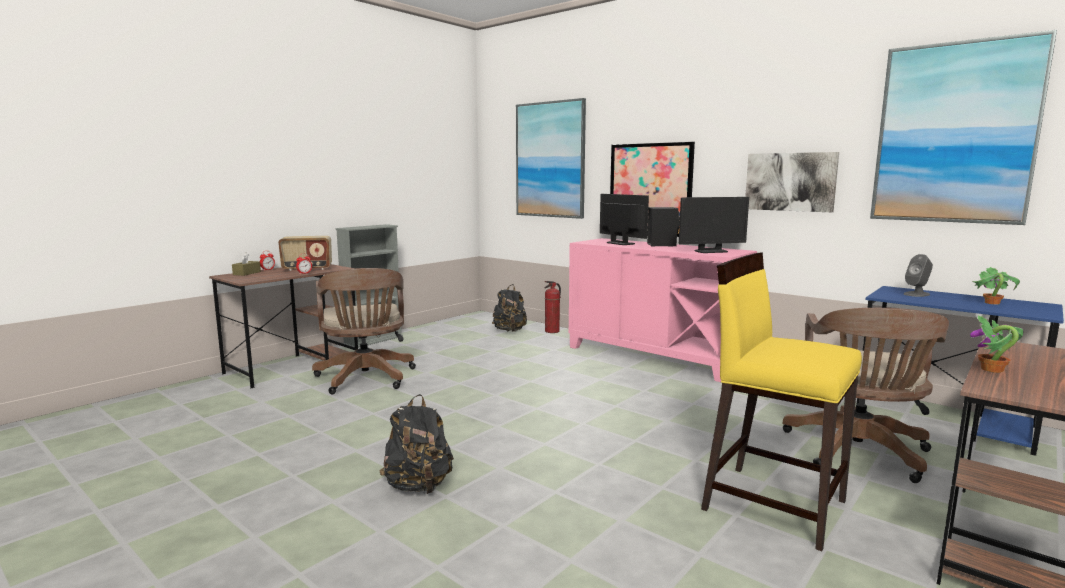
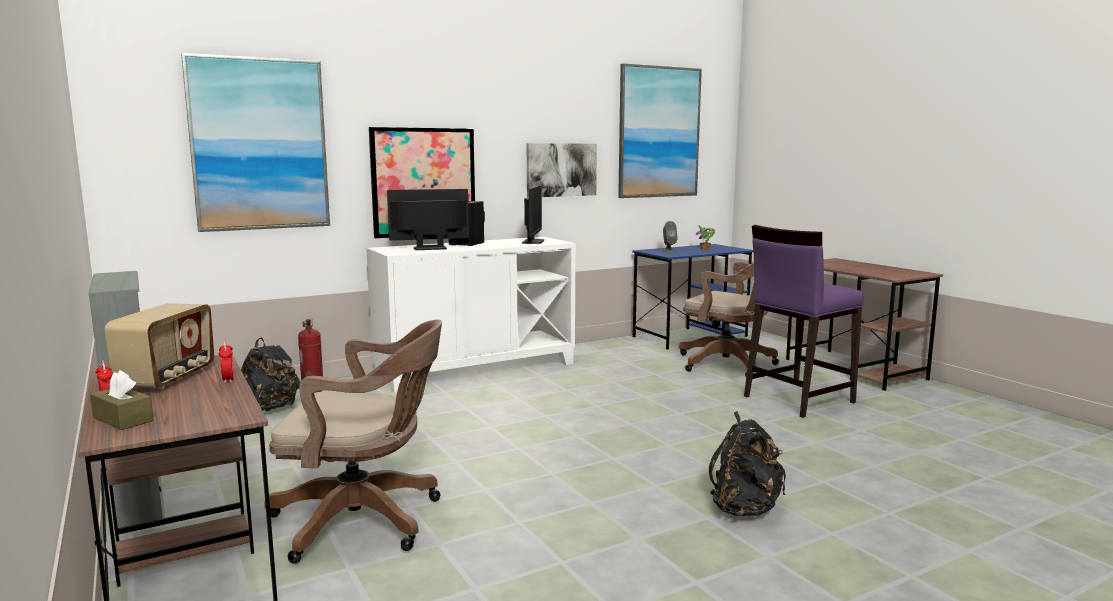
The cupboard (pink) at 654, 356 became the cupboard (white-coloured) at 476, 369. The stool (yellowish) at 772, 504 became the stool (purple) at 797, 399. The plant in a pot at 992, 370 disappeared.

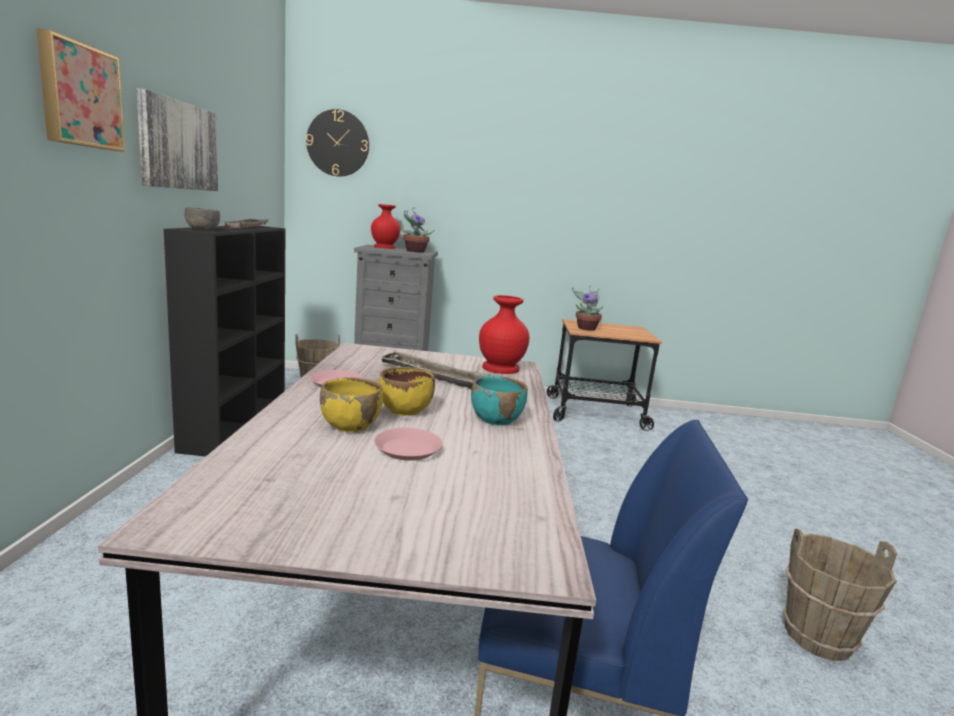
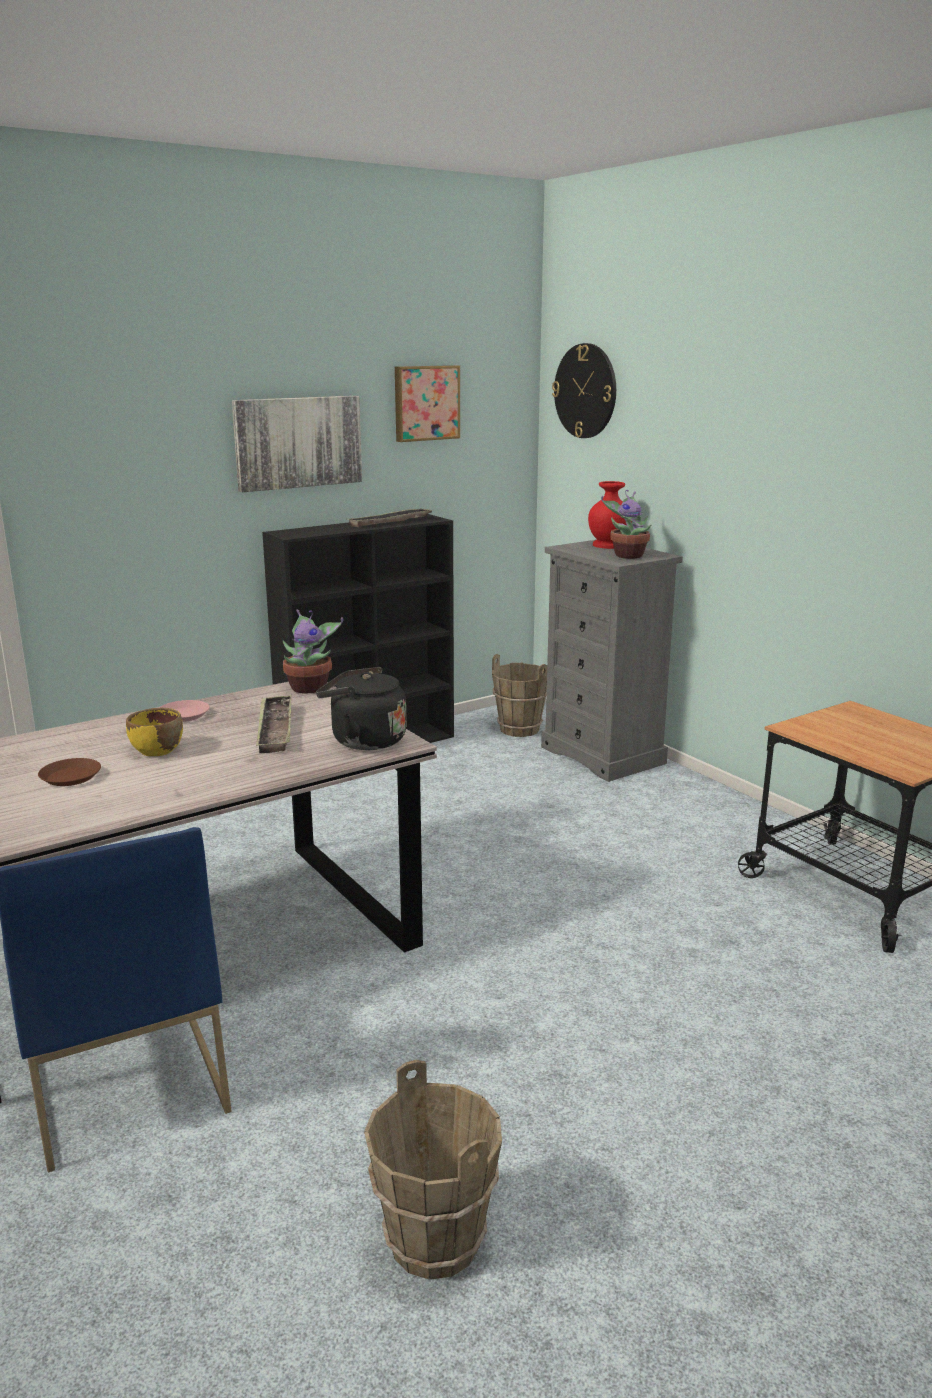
The picture moved from 79, 95 to 425, 403. The deep dish (greyish) at 203, 229 disappeared. The deep dish (yellowish) at 350, 425 disappeared. The flat dish (pink) at 408, 449 became the flat dish (brown) at 71, 777. The deep dish (blue-green) at 496, 419 disappeared. The flower vase (red-coloured) at 499, 368 was replaced by the tea kettle (blackish) at 363, 740. The plant in a pot moved from 586, 328 to 310, 688.

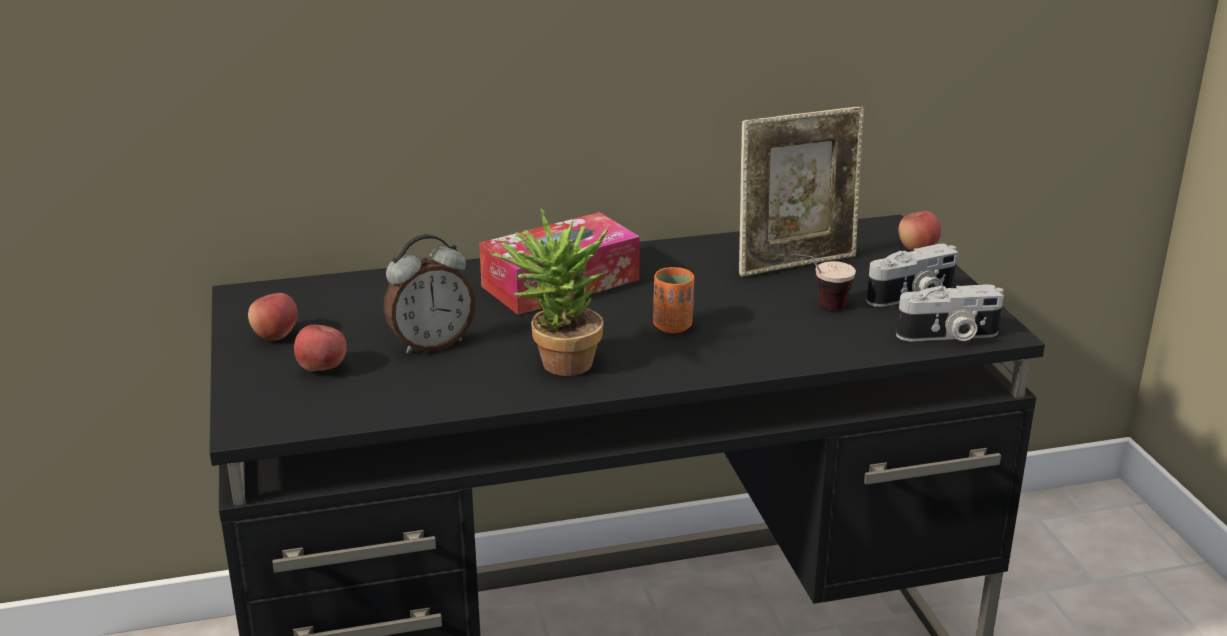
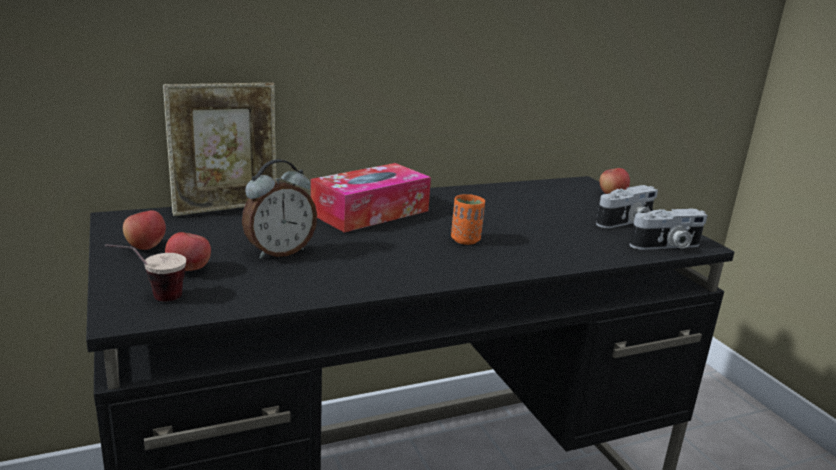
The plant in a pot at 556, 364 disappeared. The picture frame moved from 796, 263 to 226, 208. The cup moved from 818, 308 to 151, 299.

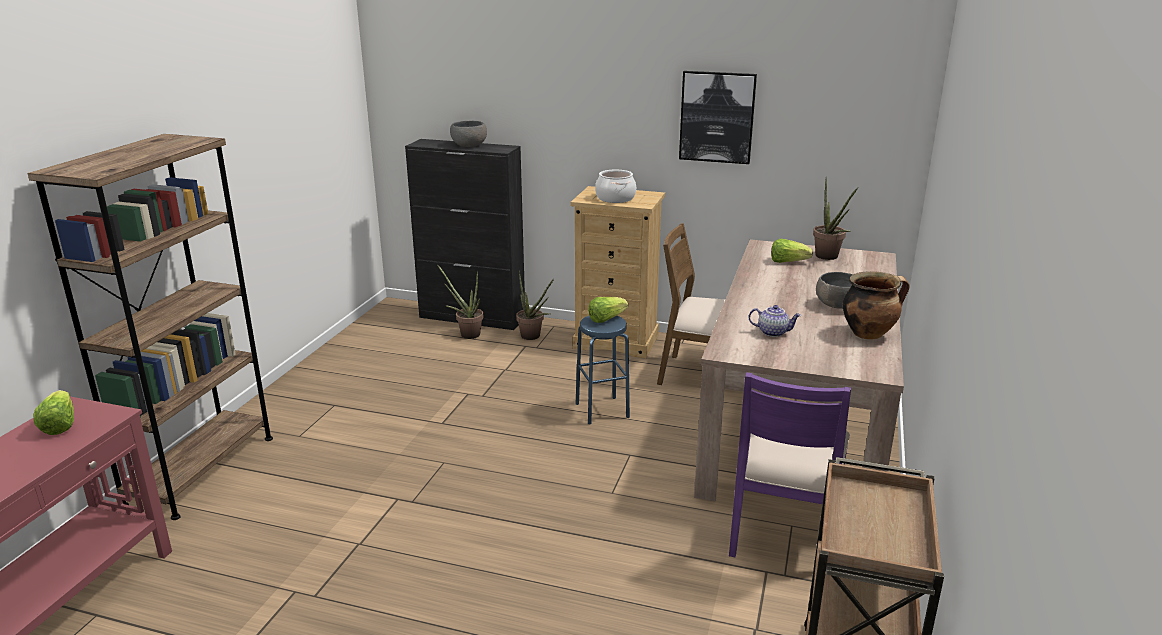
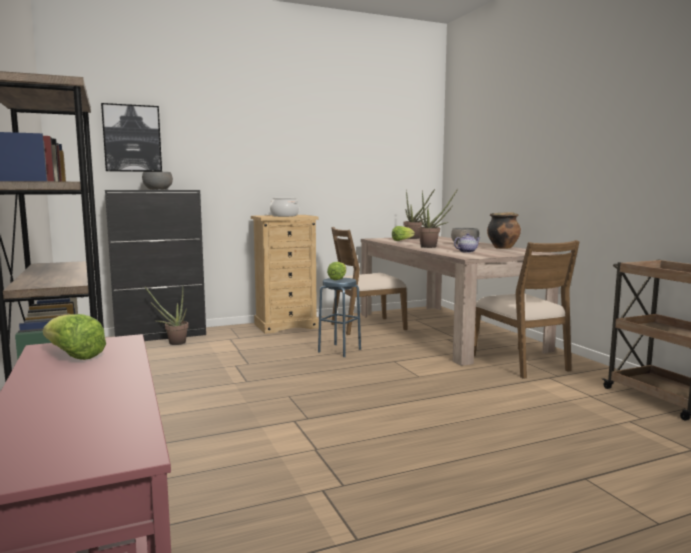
The plant in a pot moved from 533, 337 to 432, 247. The picture moved from 717, 117 to 132, 138. The plain chair (purple) at 782, 527 became the plain chair (brown) at 520, 362.

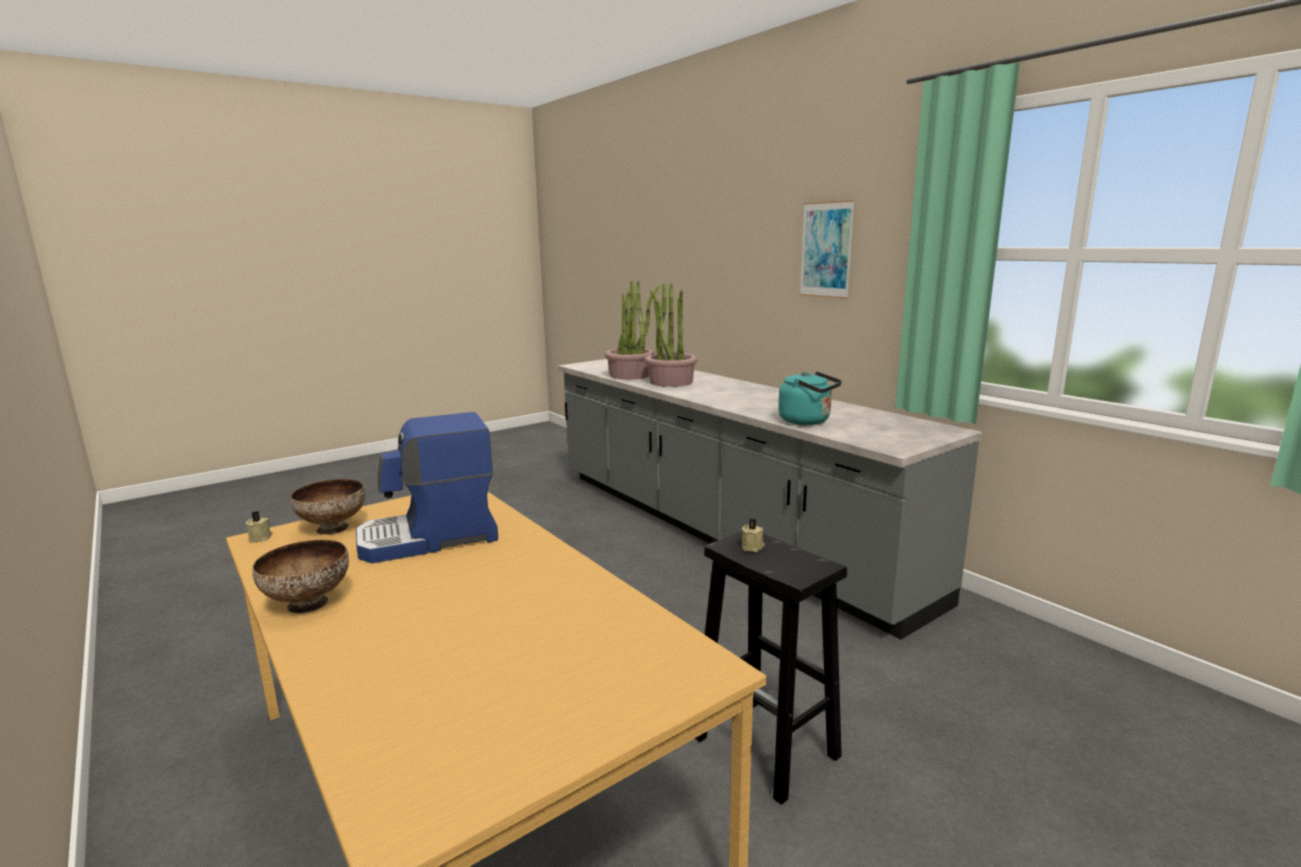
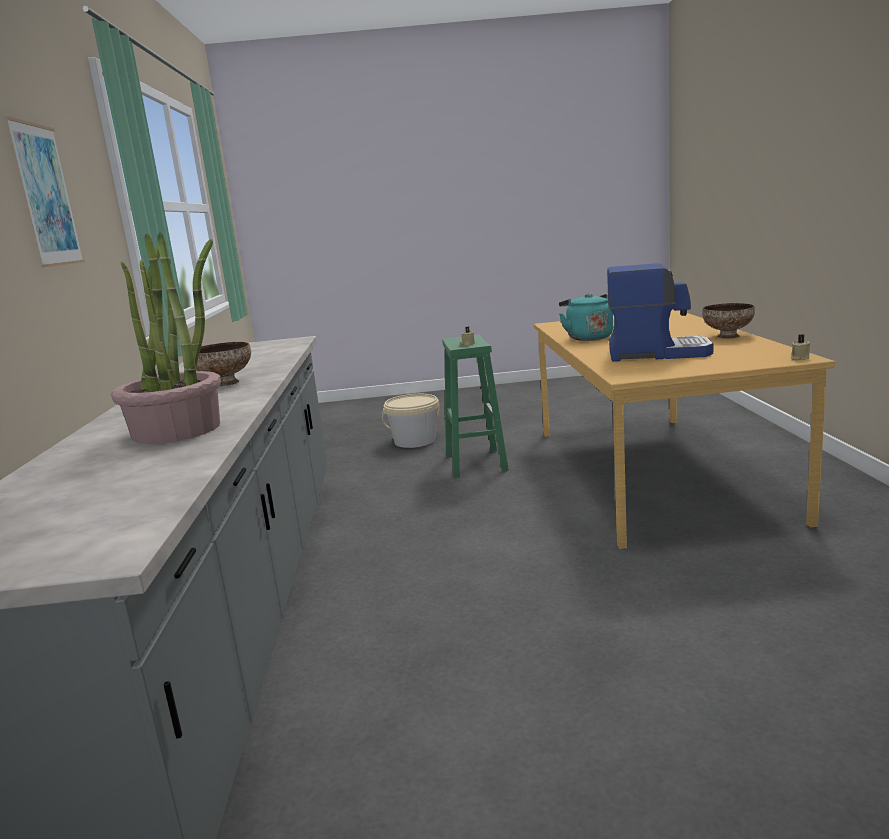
The deep dish moved from 334, 528 to 225, 383. The plant in a pot at 630, 375 disappeared. The stool (blackish) at 768, 748 became the stool (green-coloured) at 475, 462. The tea kettle (blue-green) moved from 807, 421 to 587, 337. The water bucket (beige-coloured) at 415, 441 appeared.

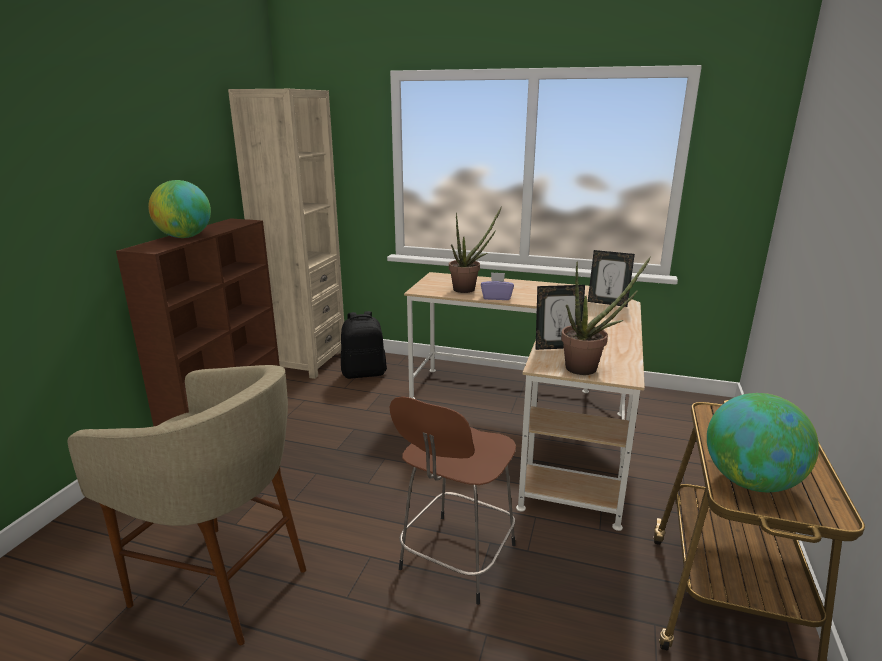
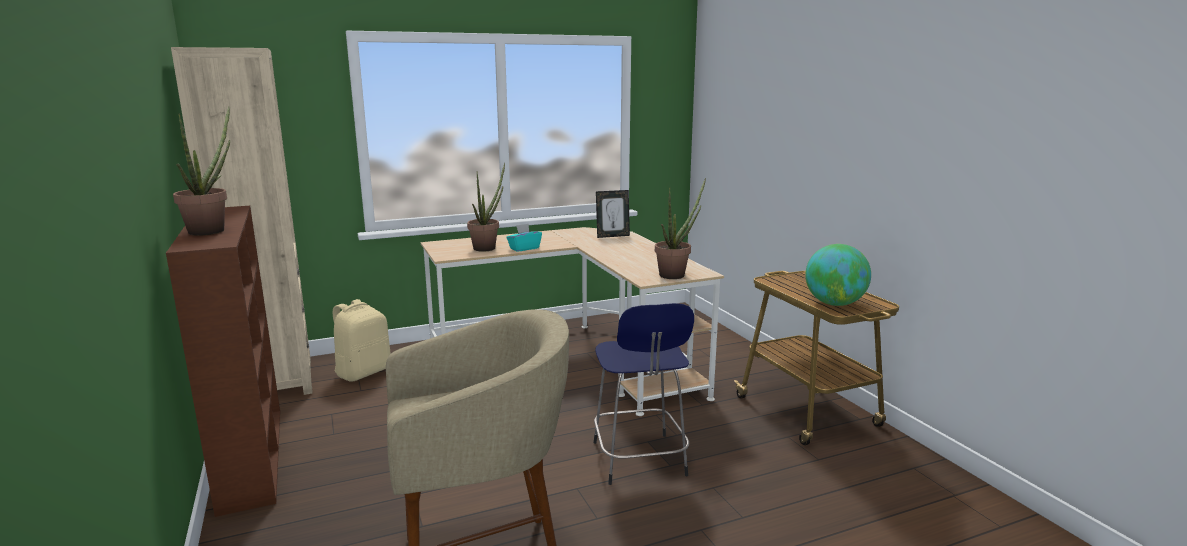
The globe at 184, 237 was replaced by the plant in a pot at 212, 230. The backpack (blackish) at 364, 373 became the backpack (beige-coloured) at 363, 372. The stool (brown) at 456, 559 became the stool (blue) at 639, 461. The tissue box (purple) at 496, 297 became the tissue box (blue-green) at 524, 248. The picture frame at 557, 347 disappeared.

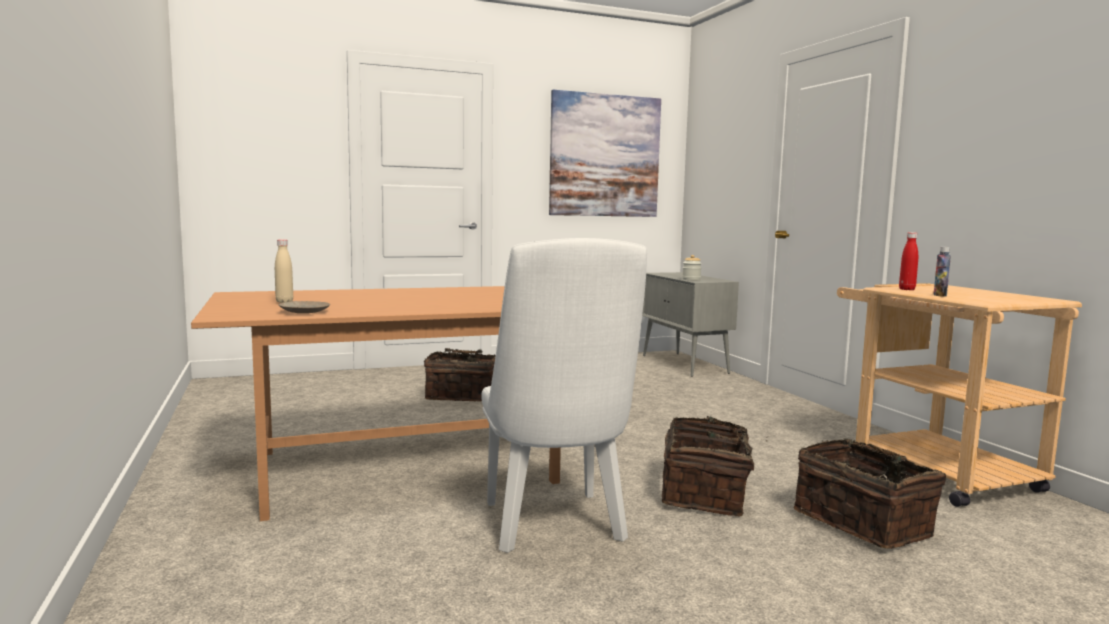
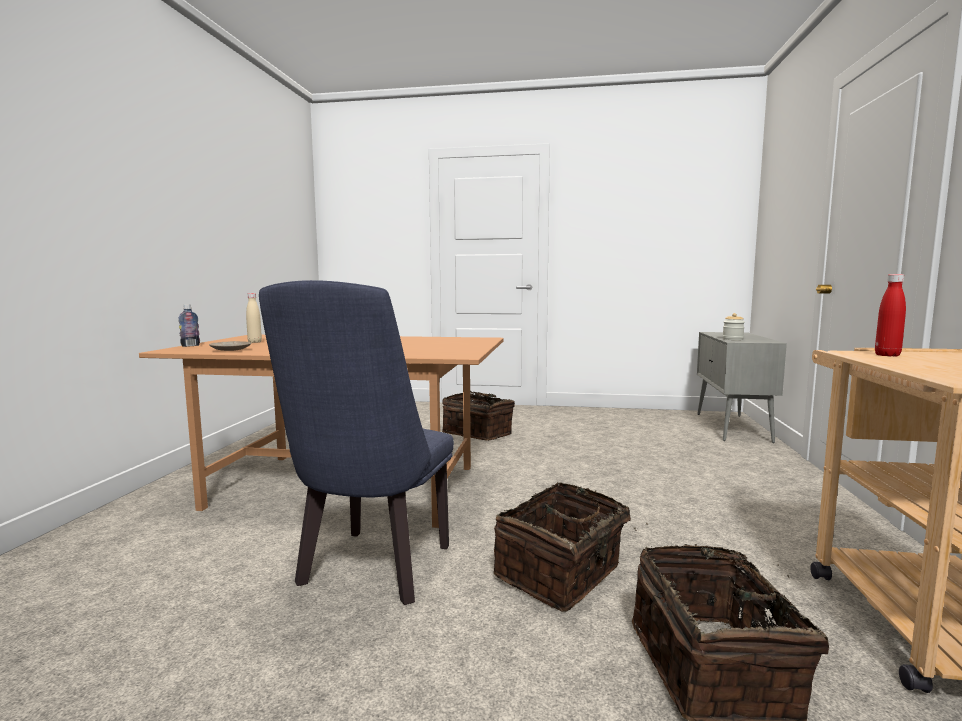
The plain chair (white-coloured) at 555, 527 became the plain chair (blue) at 371, 572. The picture at 605, 156 disappeared. The beverage bottle moved from 940, 295 to 190, 346.

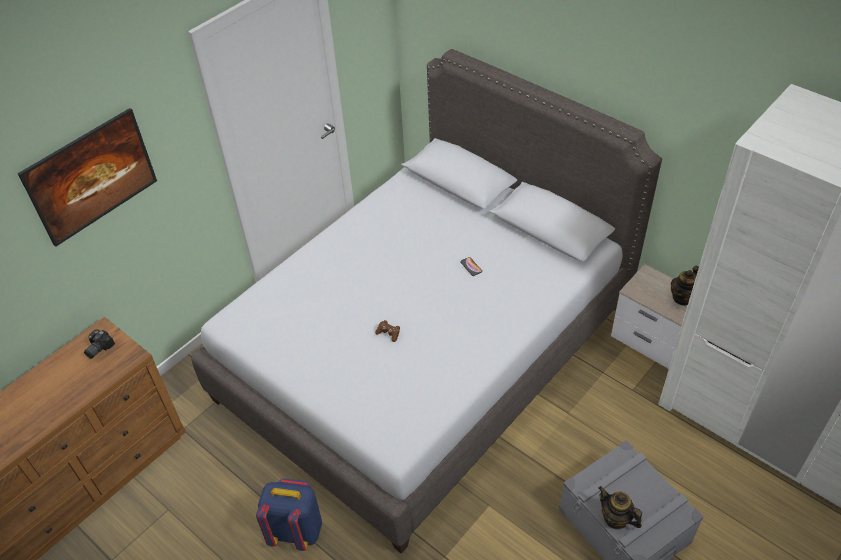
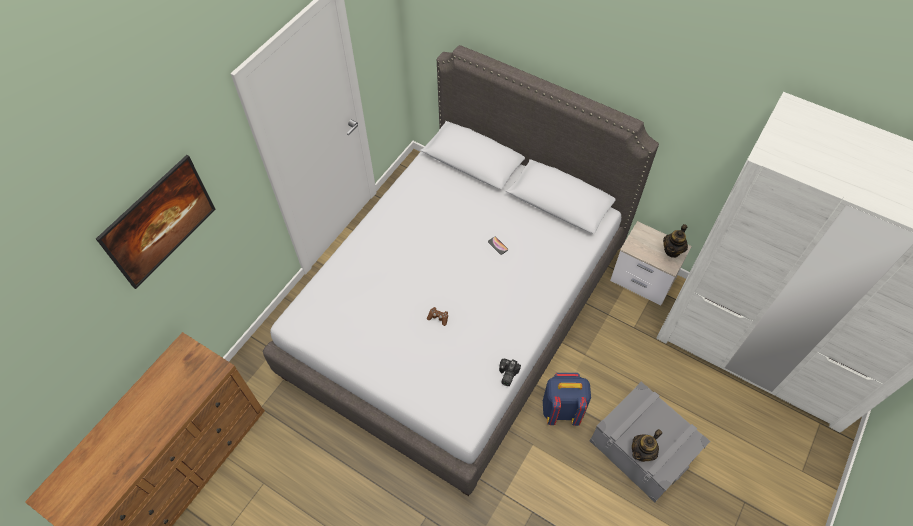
The still camera moved from 98, 348 to 506, 375. The backpack (blue) moved from 296, 530 to 562, 409. The teapot at 616, 518 turned 75 degrees counterclockwise.

